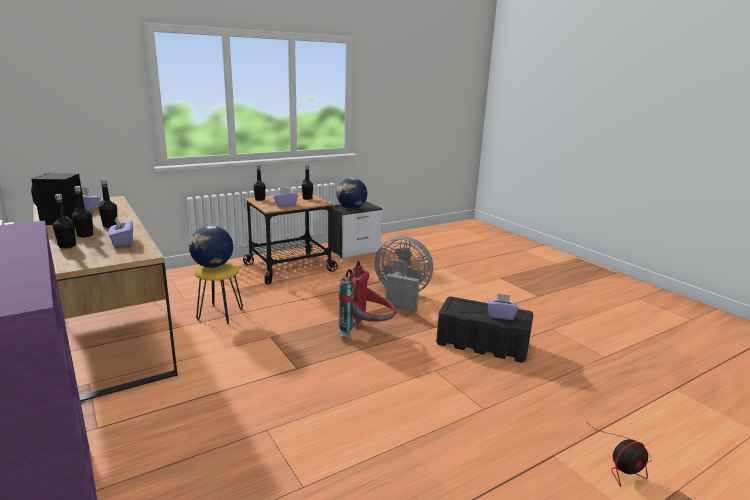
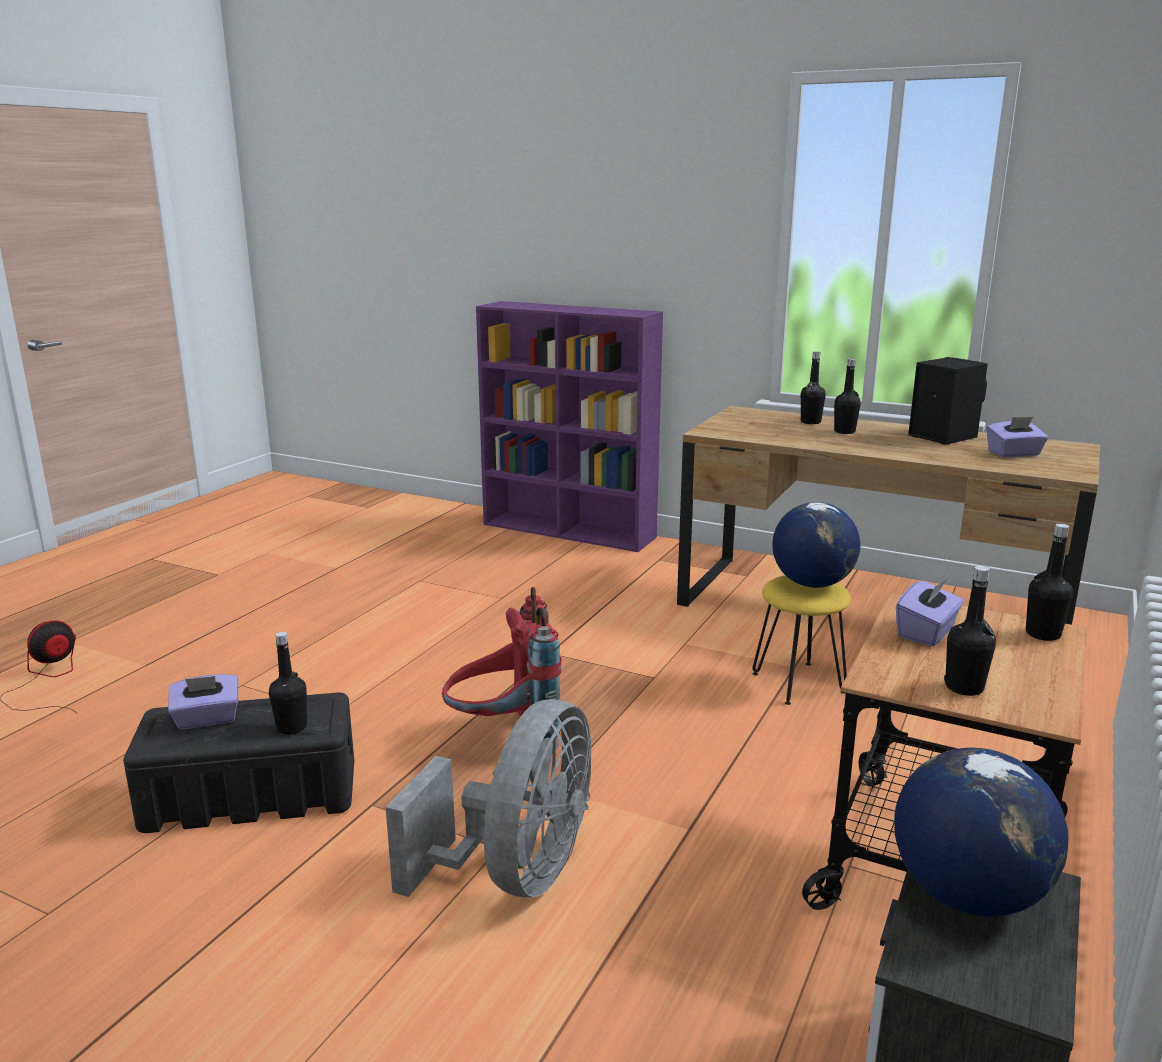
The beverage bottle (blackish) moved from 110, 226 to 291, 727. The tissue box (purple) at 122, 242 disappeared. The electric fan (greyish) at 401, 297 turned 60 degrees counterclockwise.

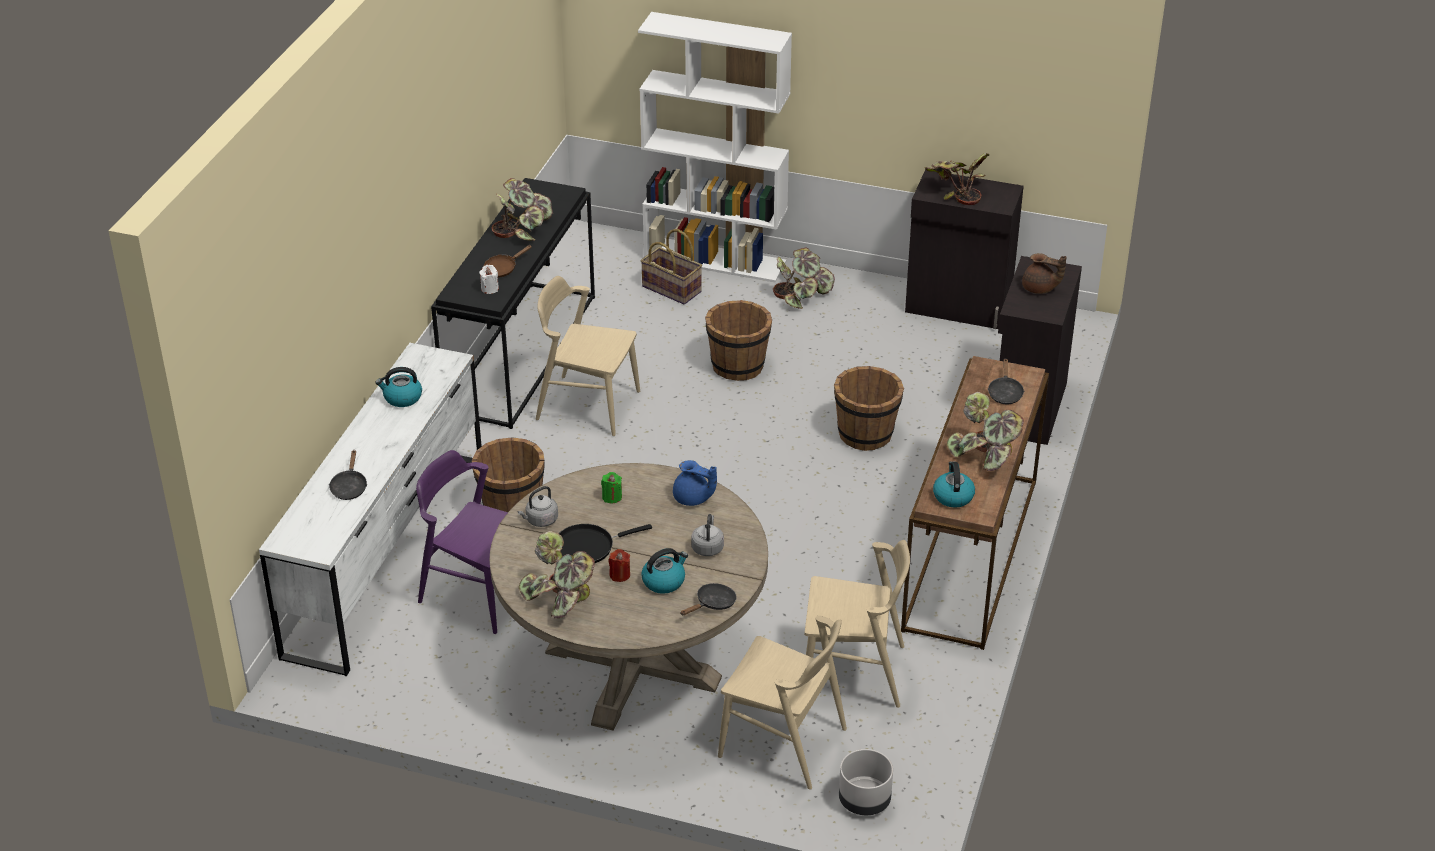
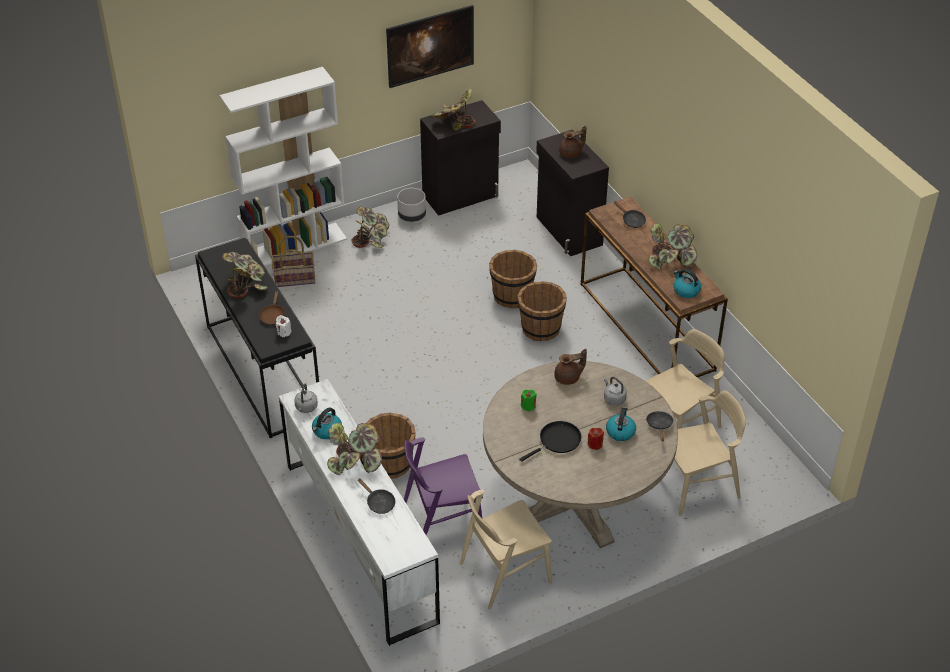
The tea kettle (greyish) moved from 540, 520 to 306, 408. The plant in a pot moved from 560, 600 to 356, 462. The plain chair (beige-coloured) moved from 587, 405 to 504, 573. The pan (blackish) at 588, 547 turned 150 degrees counterclockwise. The teapot (blue) at 693, 499 became the teapot (brown) at 568, 378. The water bucket (brown) moved from 738, 365 to 540, 328. The flower pot (greyish) moved from 864, 800 to 411, 216. The picture at 430, 60 appeared.

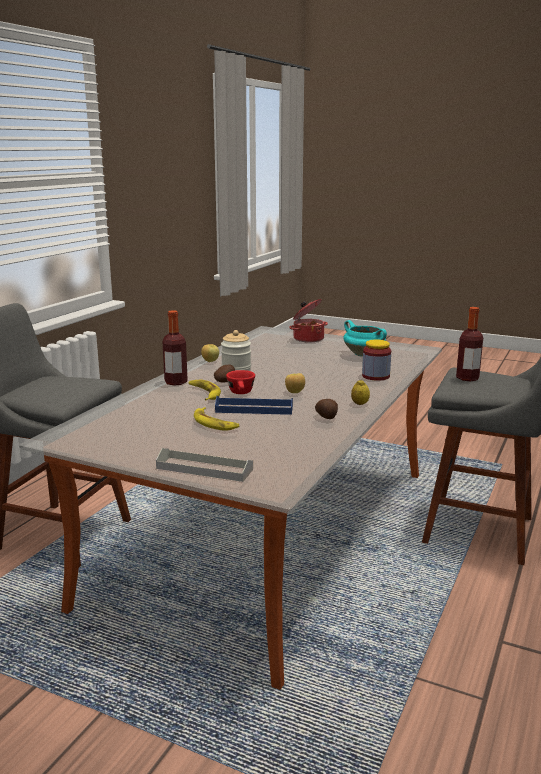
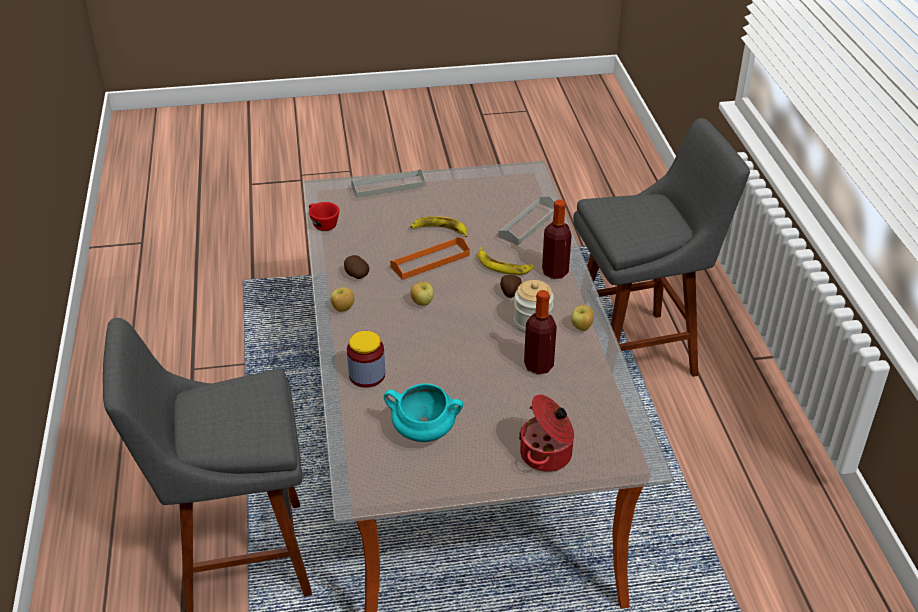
The carrying tray (blue) at 254, 409 became the carrying tray (orangey) at 430, 261. The cup (red-coloured) moved from 241, 393 to 322, 224. The whole lemon at 360, 404 was replaced by the apple fruit at 343, 309. The beverage bottle moved from 467, 378 to 538, 365. The carrying tray (greyish) at 528, 223 appeared.

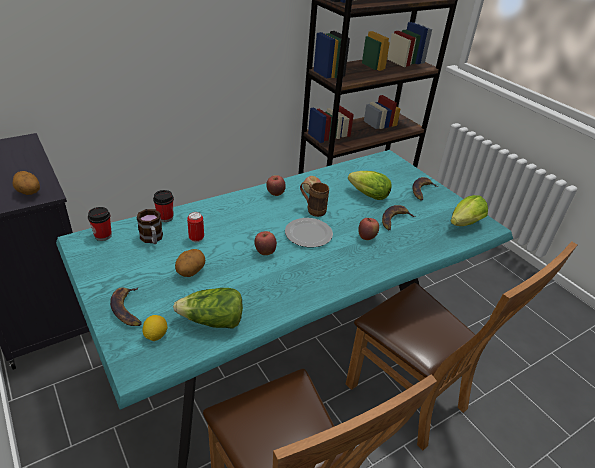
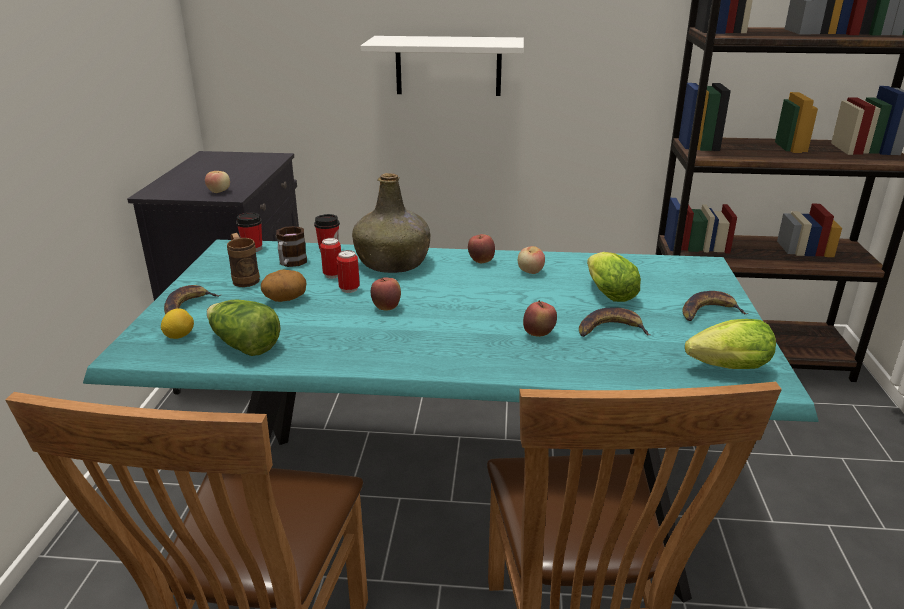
The whole potato at 28, 193 was replaced by the apple fruit at 219, 191. The flat dish at 308, 234 disappeared. The mug (brown) moved from 312, 210 to 244, 278. The sealed can at 349, 289 appeared. The beverage bottle (green-coloured) at 393, 263 appeared. The shelf (white-coloured) at 448, 66 appeared.

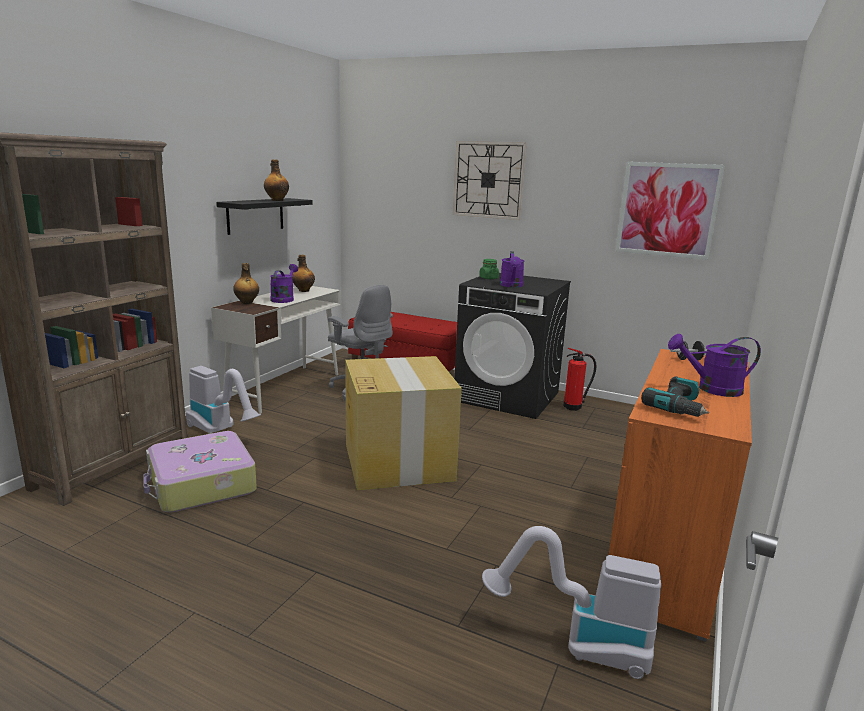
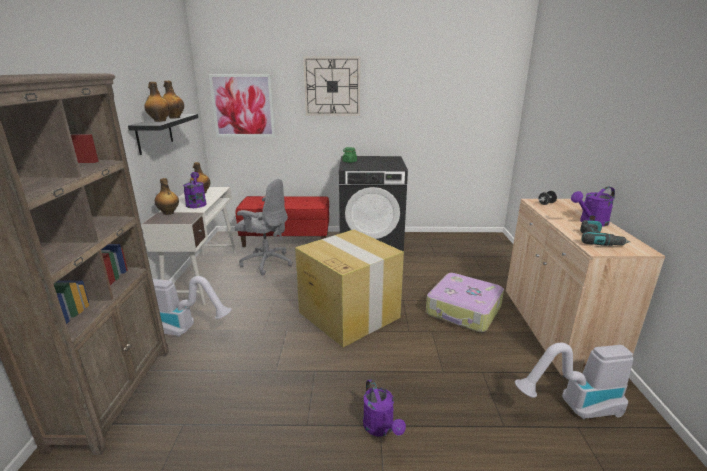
The piece of luggage moved from 201, 484 to 464, 311. The sprinkling can (purple) moved from 512, 286 to 381, 428. The fire-fighting cylinder at 574, 407 disappeared. The cupboard (orangey) at 665, 554 became the cupboard (beige-coloured) at 555, 329. The picture moved from 667, 210 to 243, 106. The beverage bottle at 159, 121 appeared.

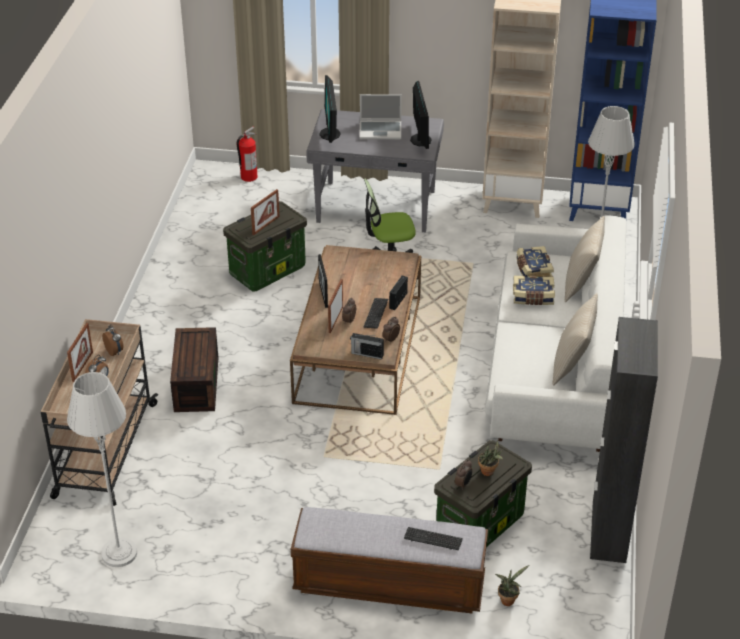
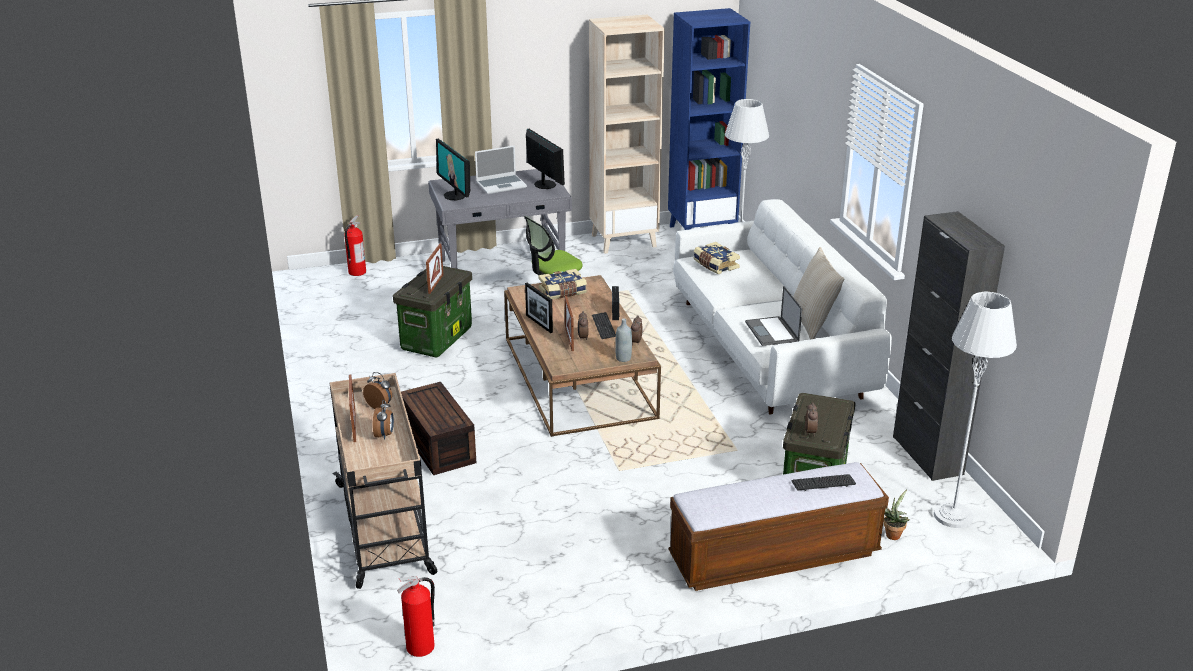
The standing lamp (greyish) moved from 119, 553 to 952, 516. The radio set at 366, 354 was replaced by the beverage bottle (greyish) at 623, 358. The plant in a pot at 489, 472 disappeared. The book moved from 533, 297 to 563, 292. The pillow (beige-coloured) at 581, 283 disappeared. The fire-fighting cylinder at 421, 647 appeared. The laptop at 772, 332 appeared.

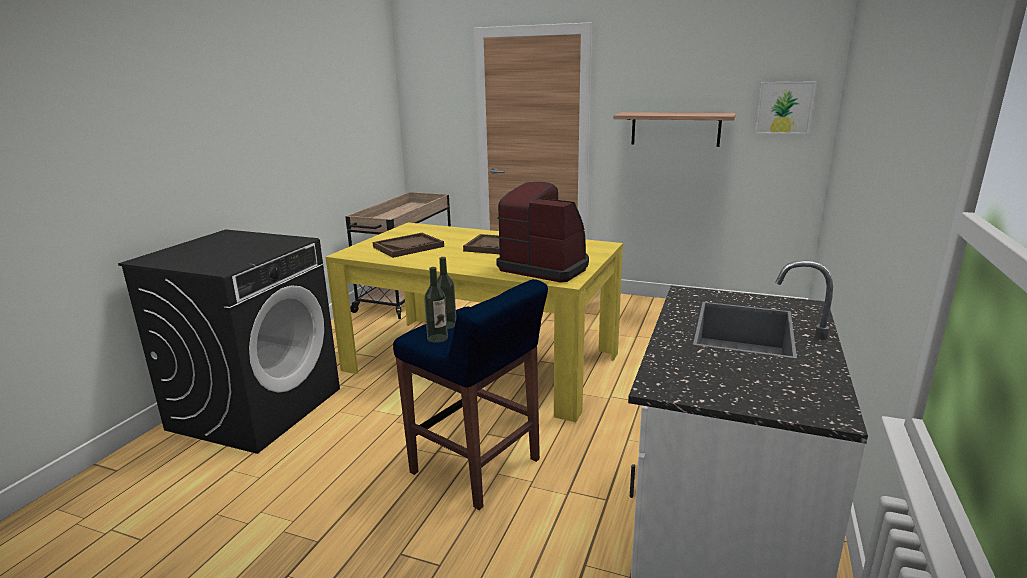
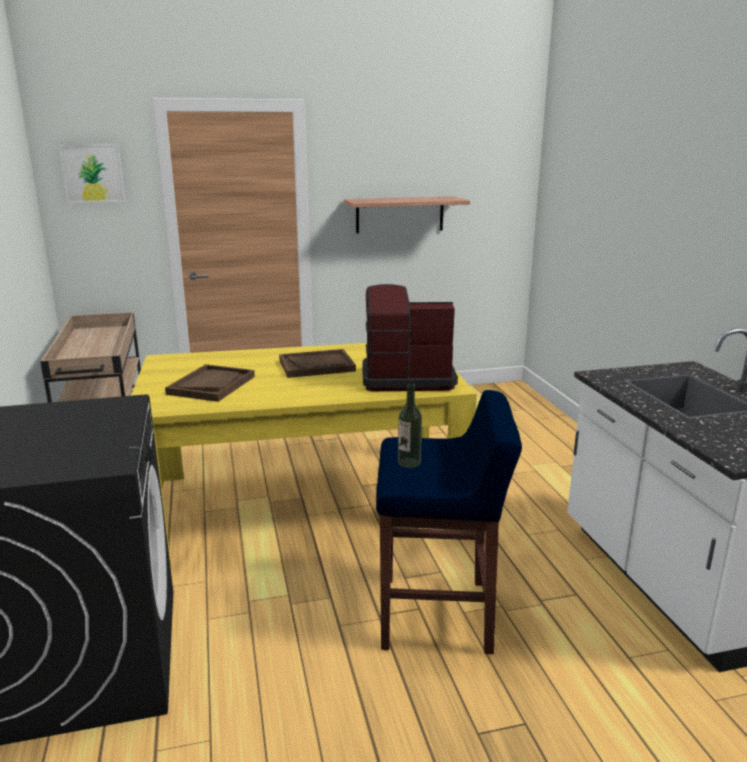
The beverage bottle at 437, 338 disappeared. The picture moved from 784, 108 to 93, 173.

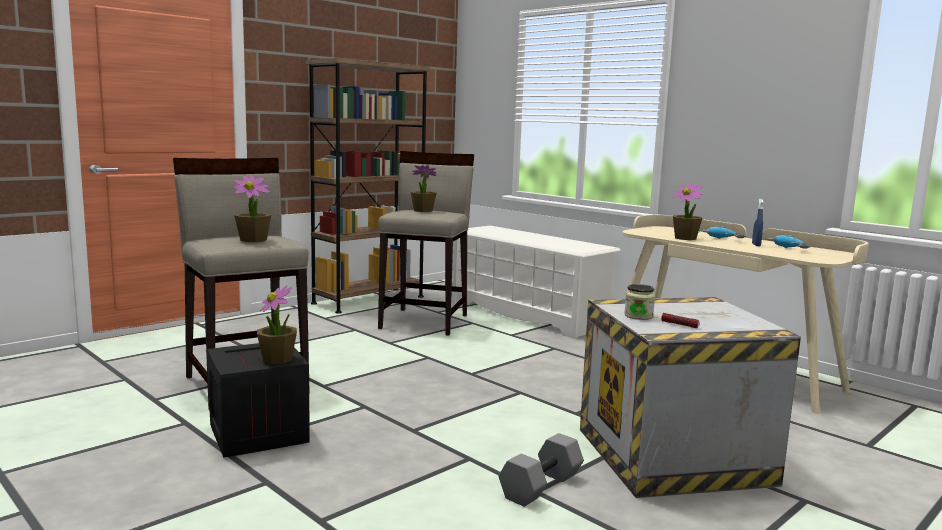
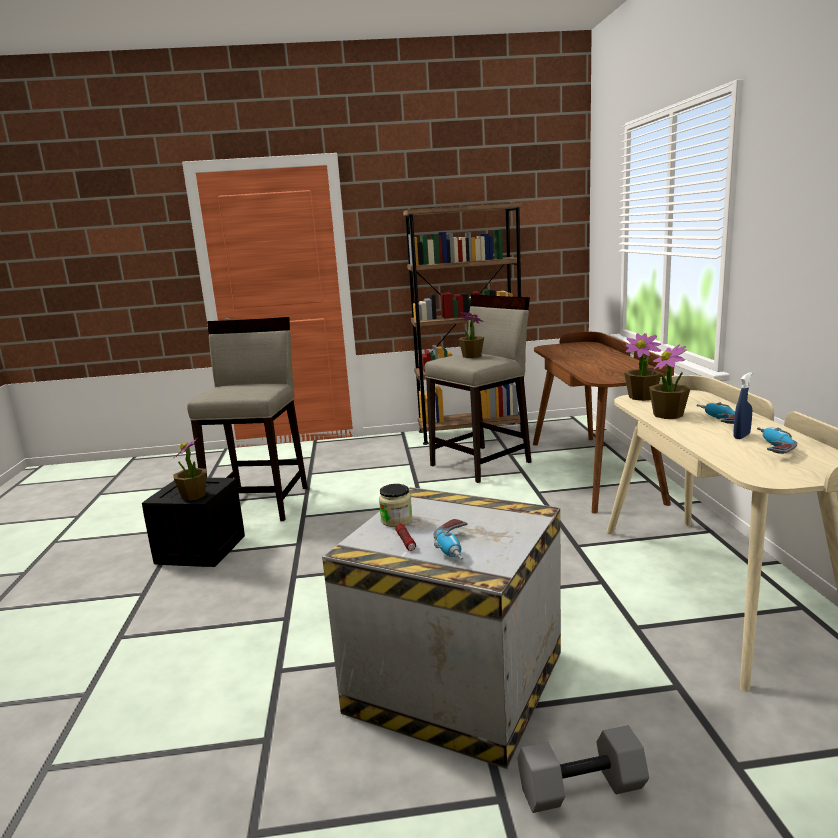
The plant in a pot moved from 253, 240 to 642, 397. The shoe shelf (white-coloured) at 527, 315 was replaced by the desk table (brown) at 594, 470. The dumbbell (greyish) moved from 541, 487 to 581, 790. The drill at 456, 548 appeared.

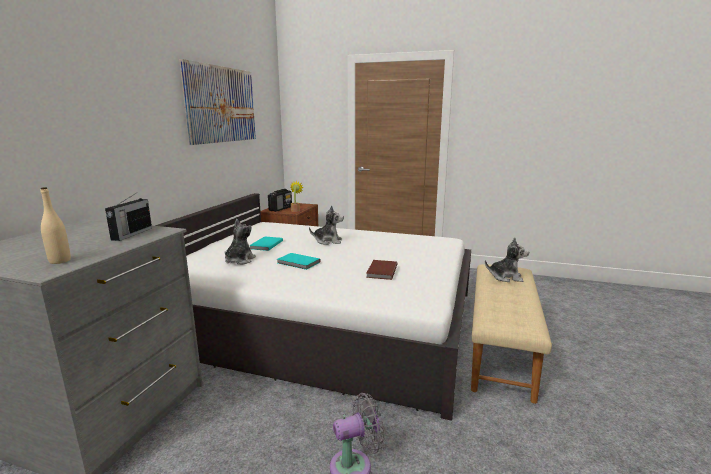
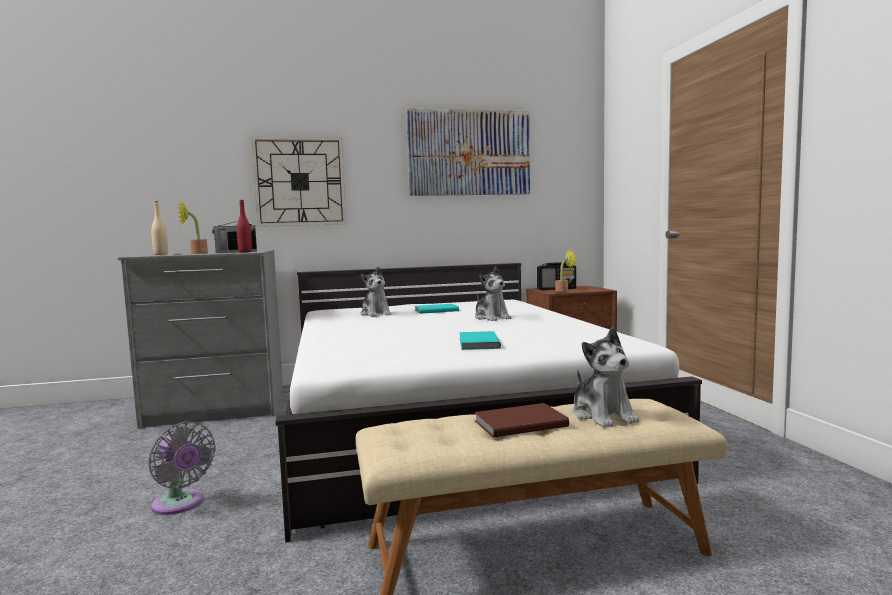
The soft toy at 239, 260 turned 75 degrees clockwise. The book (blue-green) moved from 298, 263 to 477, 343. The book (brown) moved from 381, 271 to 518, 423. The plant in a pot at 195, 253 appeared. The beverage bottle (red-coloured) at 245, 252 appeared. The hanging clock at 300, 181 appeared.

